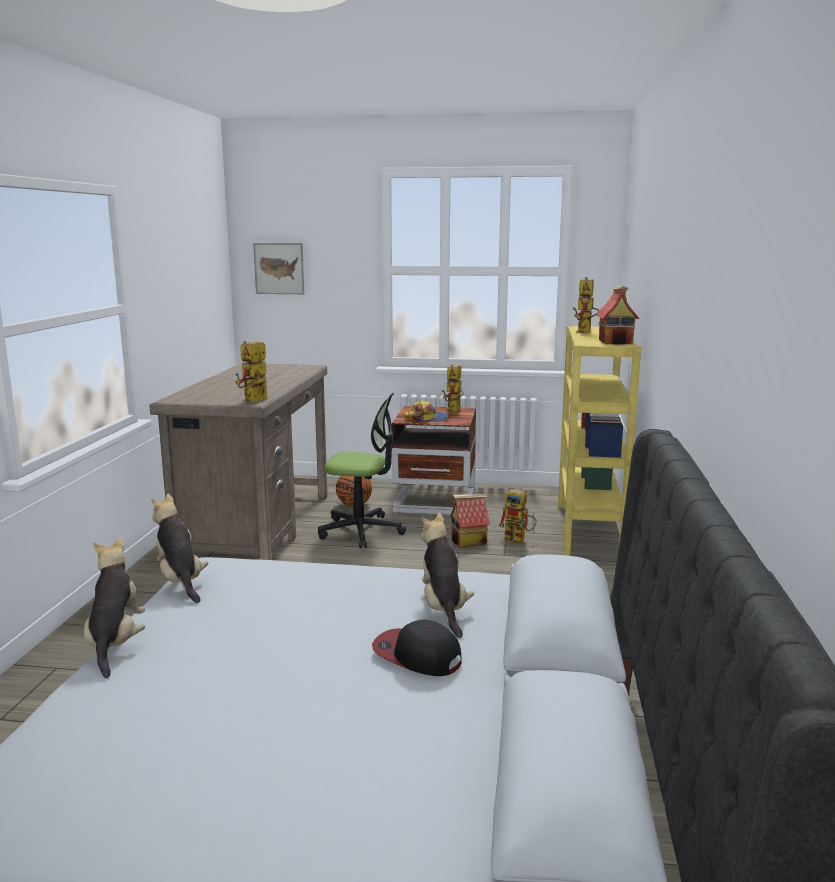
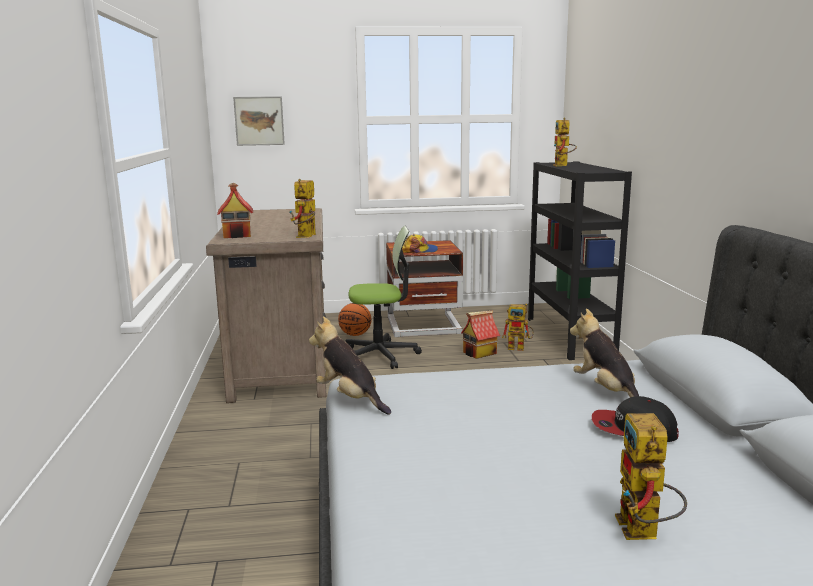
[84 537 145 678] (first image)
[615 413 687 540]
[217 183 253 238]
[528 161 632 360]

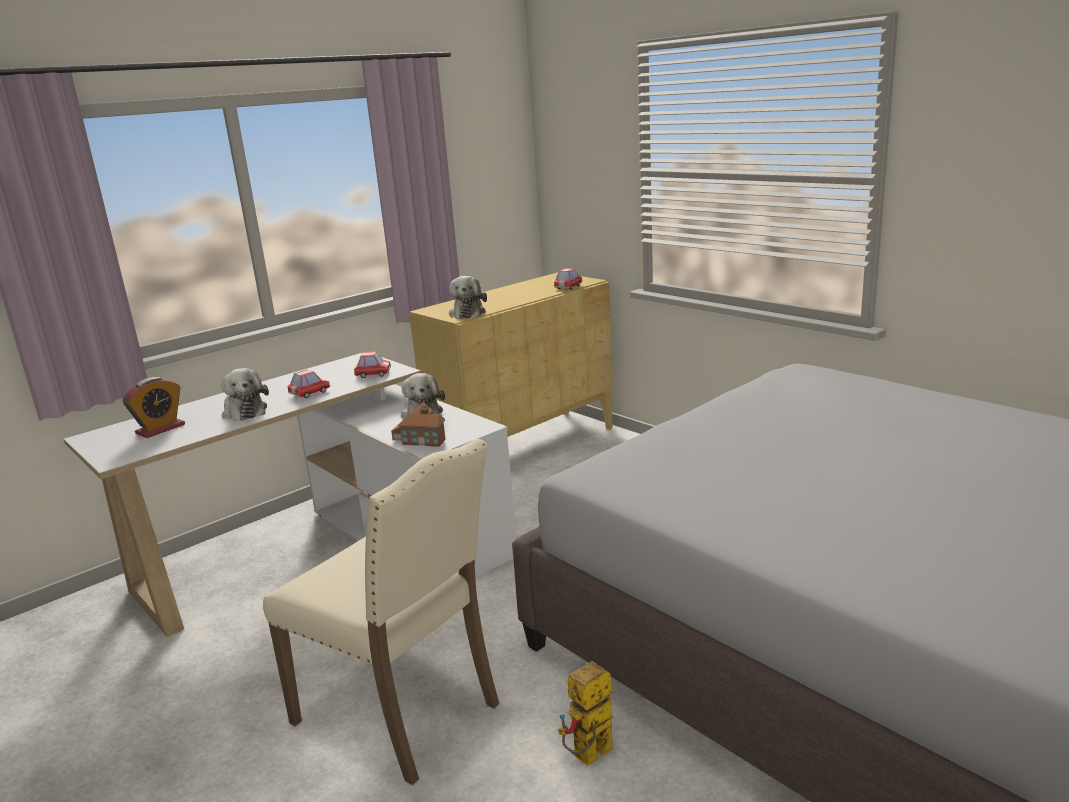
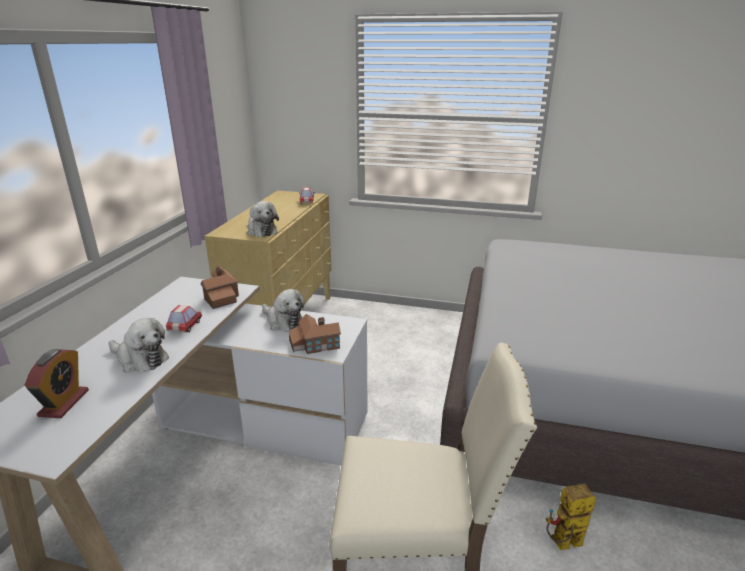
[201 266 239 309]
[546 483 596 550]

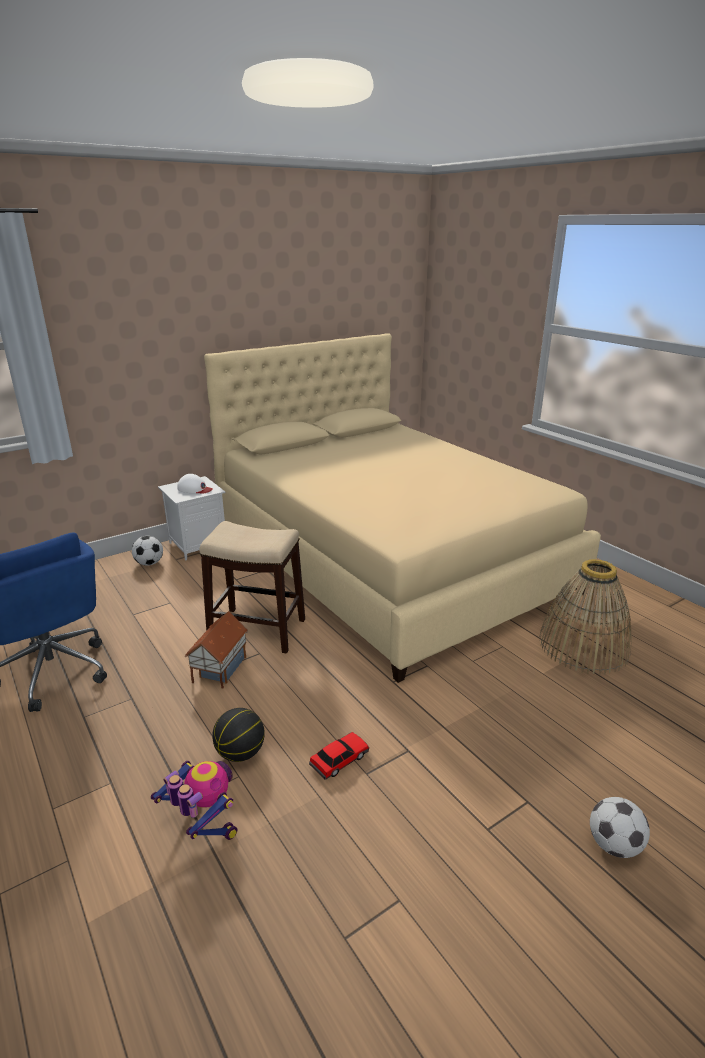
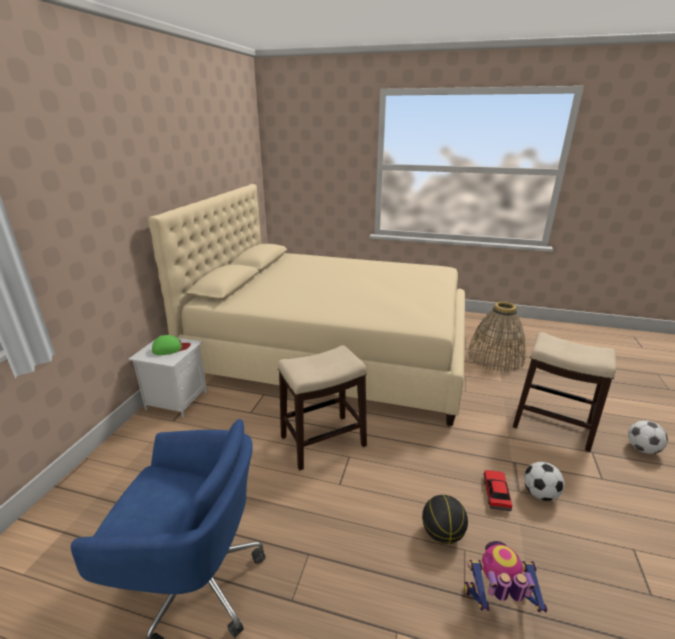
[185 611 248 689] (first image)
[513 332 617 452]
[524 462 565 501]
[152 335 191 355]

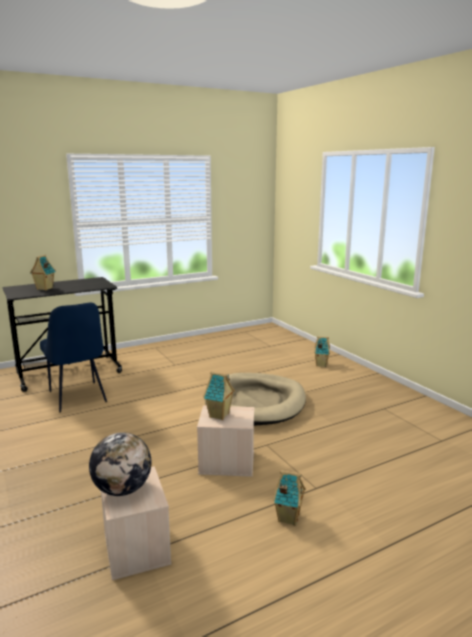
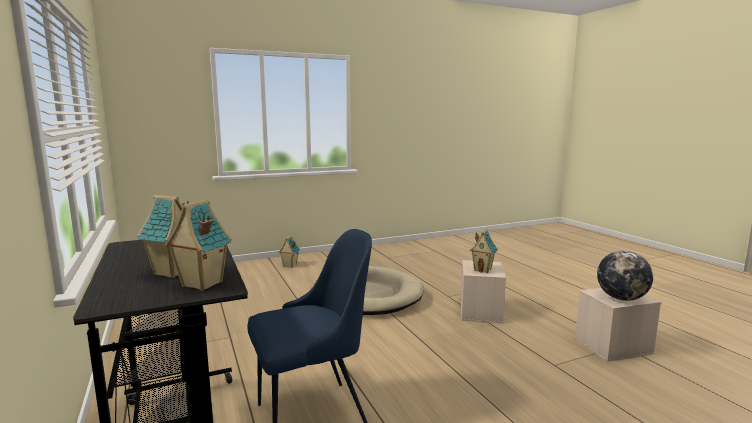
[165 199 232 291]

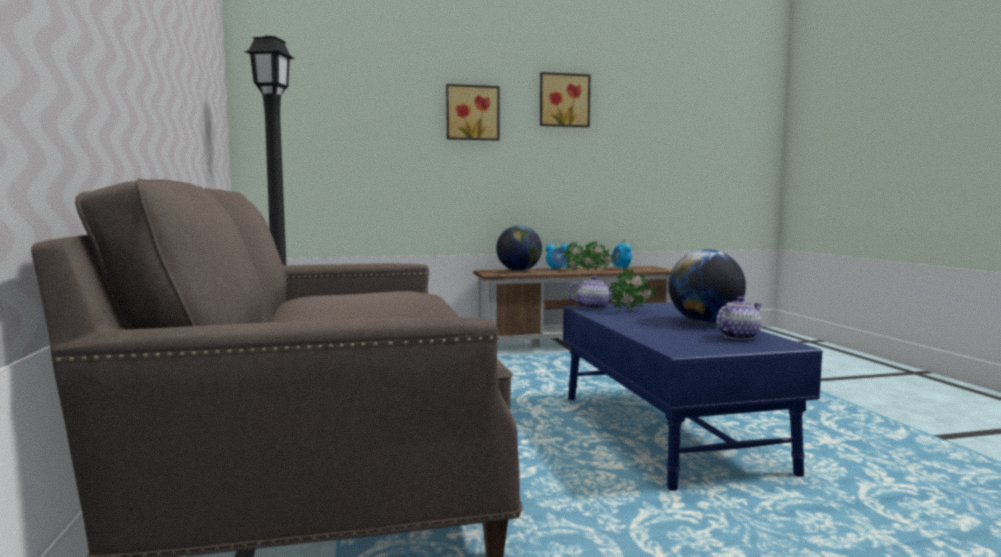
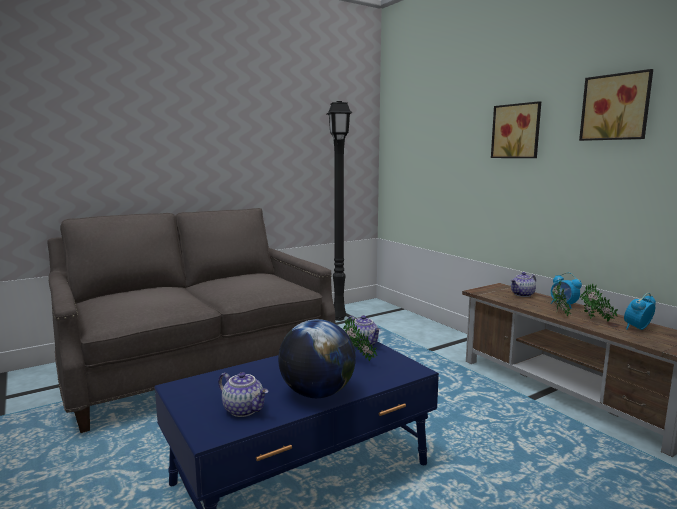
[511 272 536 297]

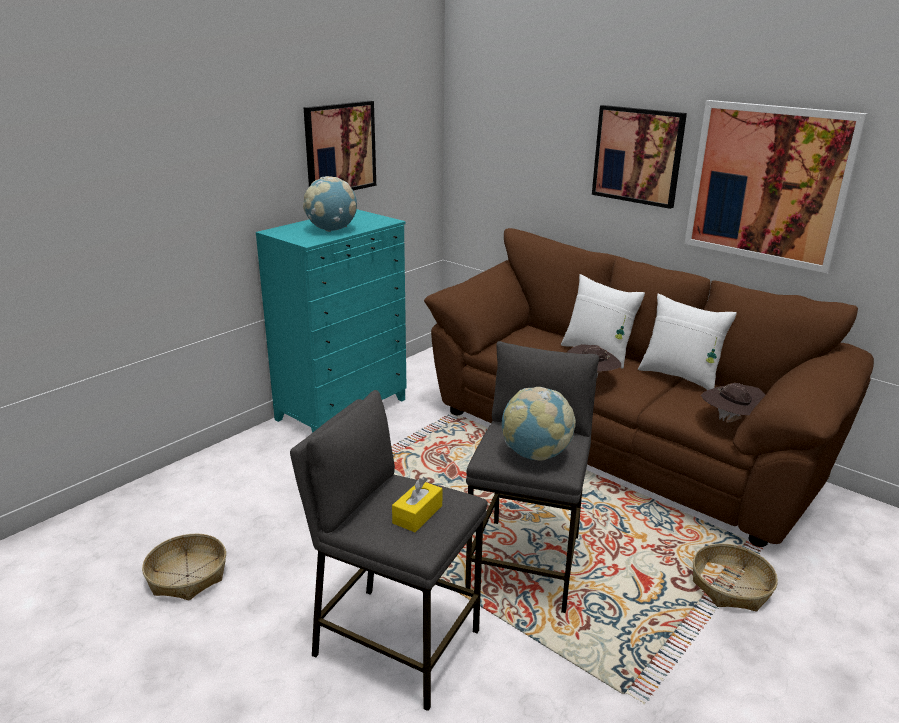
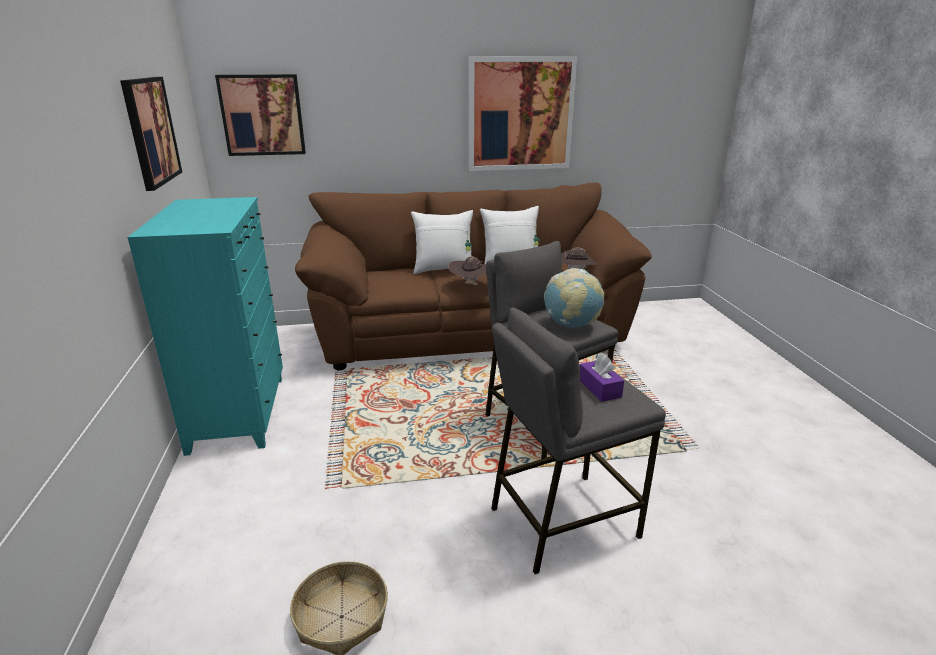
[303 176 357 232] (first image)
[693 544 778 611] (first image)
[215 74 306 156]
[580 354 624 402]

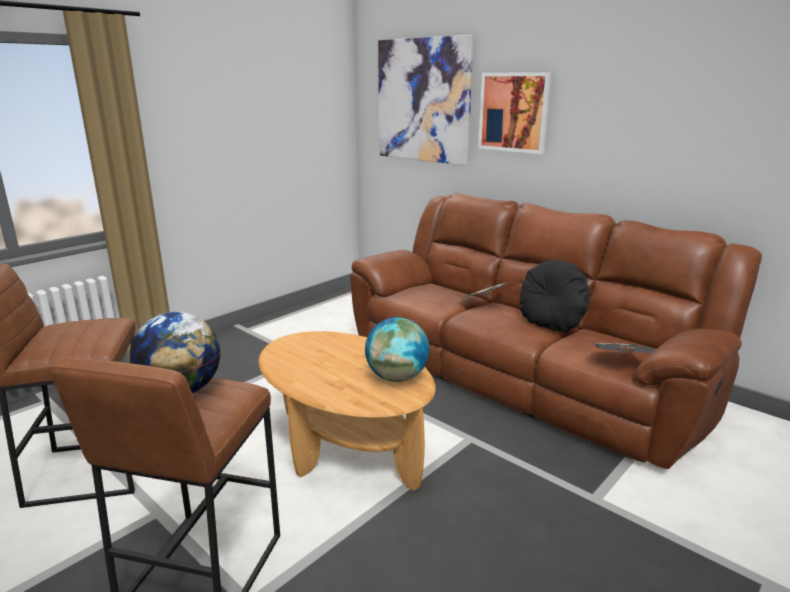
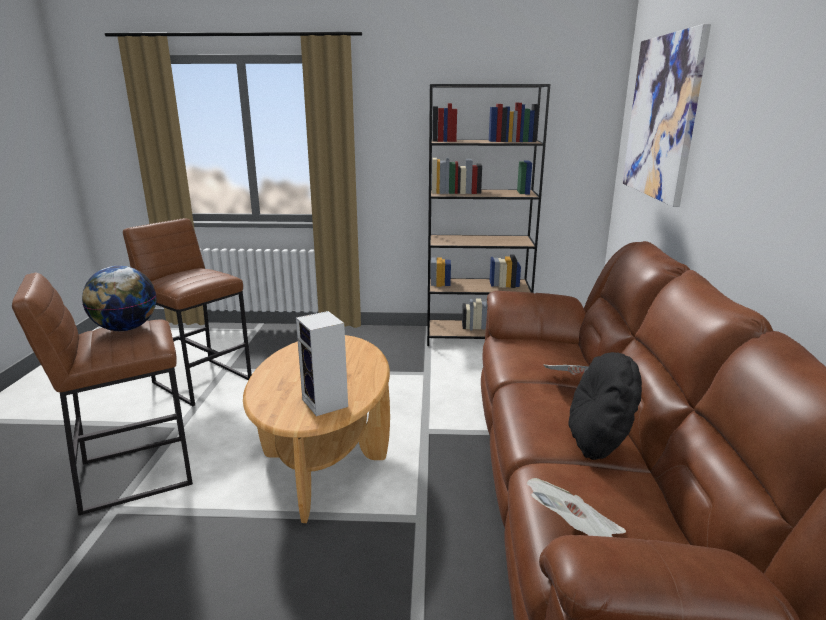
[478 72 552 154] (first image)
[427 84 550 346]
[296 311 348 416]

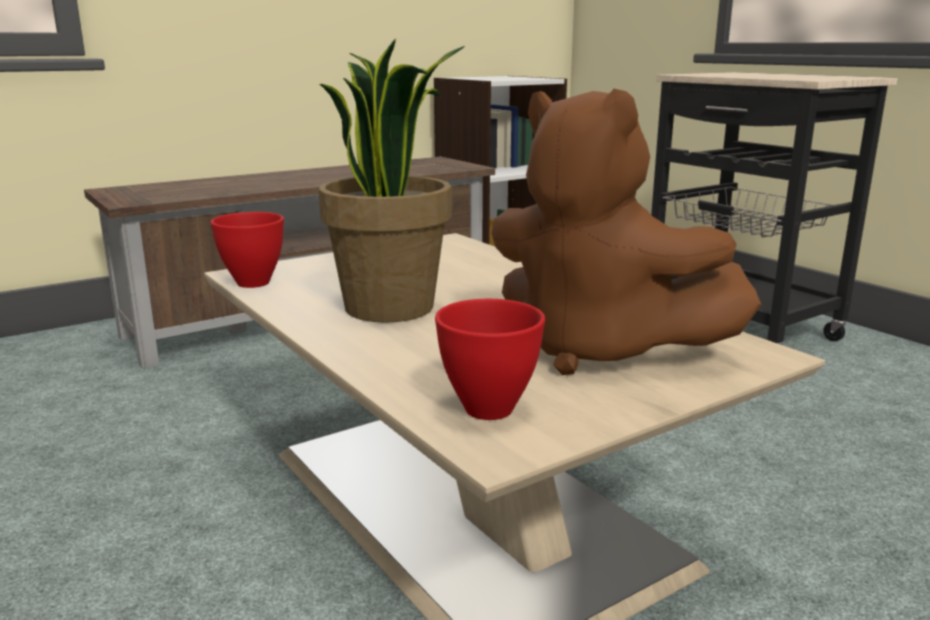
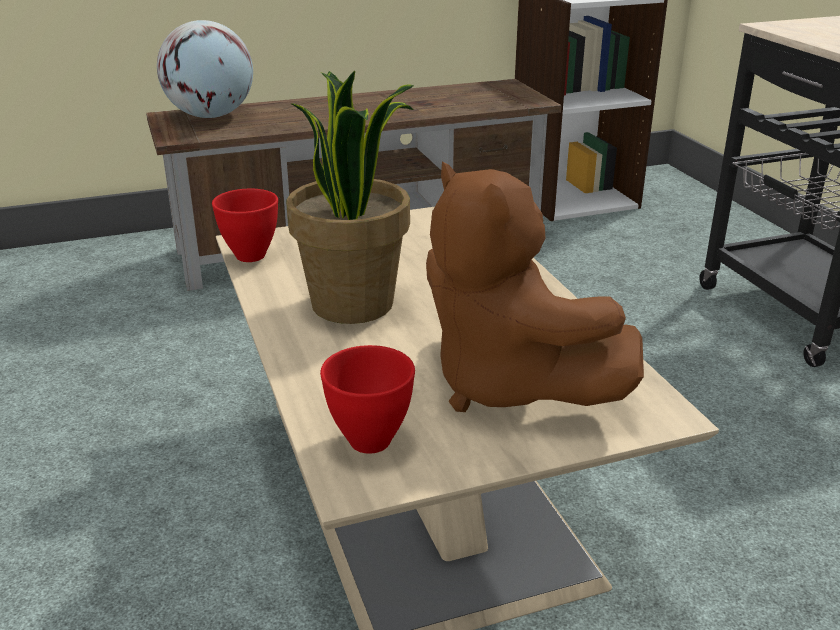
[157 20 253 118]

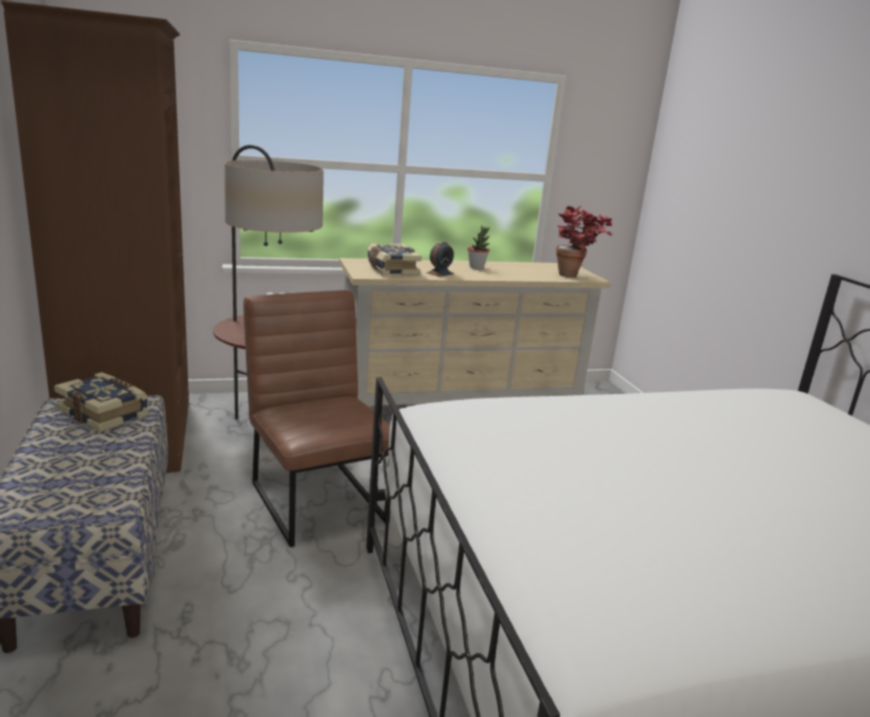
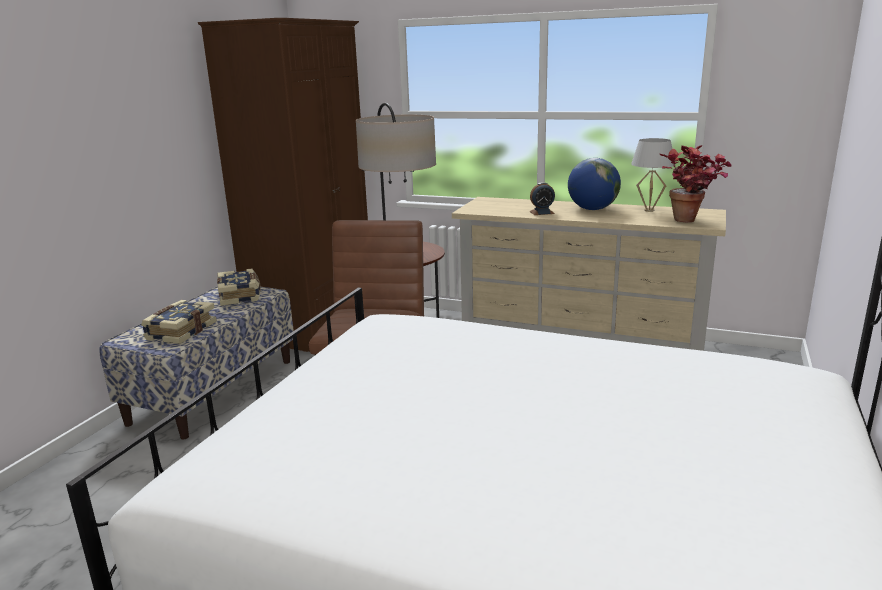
[631 138 674 212]
[141 300 217 344]
[568 158 621 210]

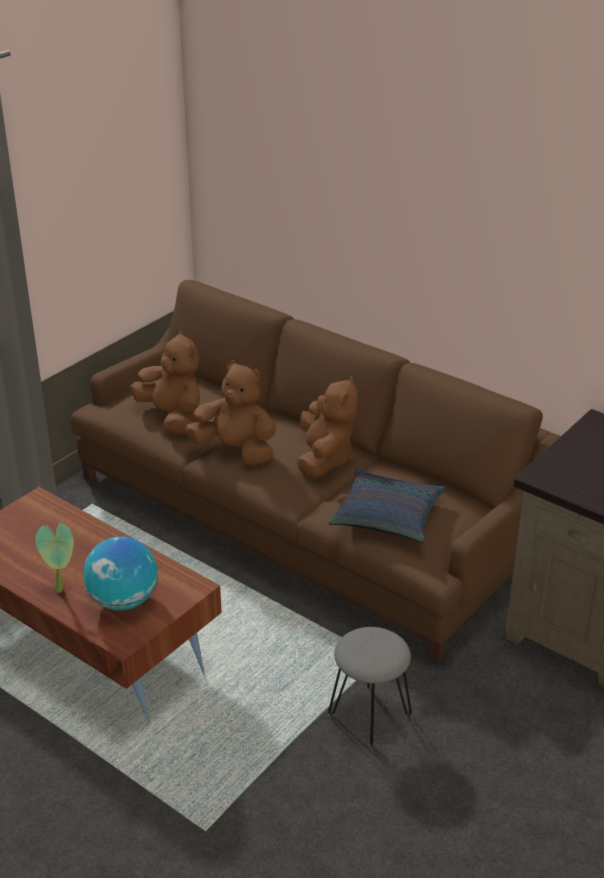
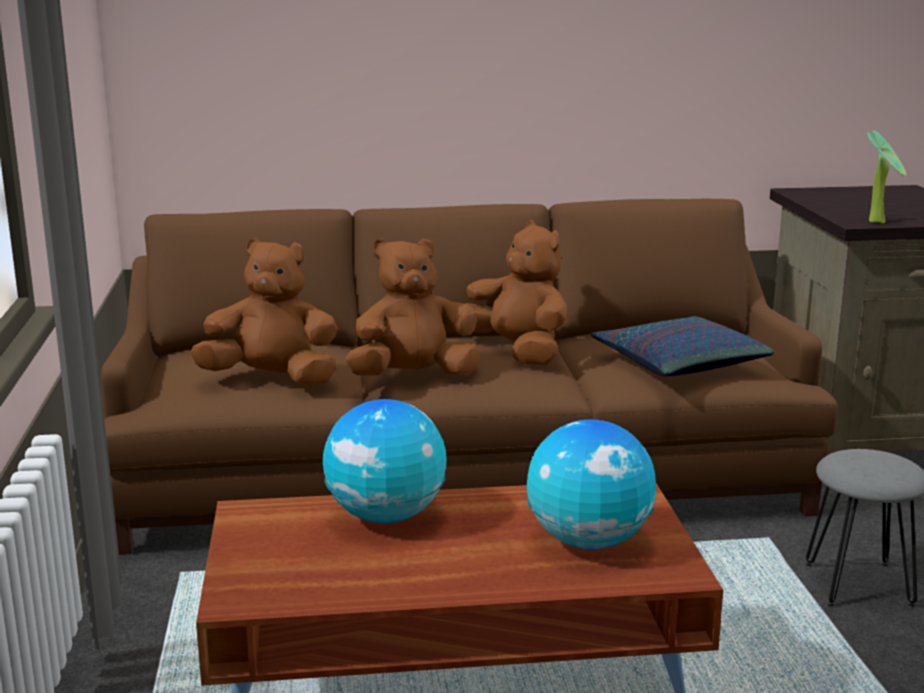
[323 399 447 523]
[867 130 906 224]

